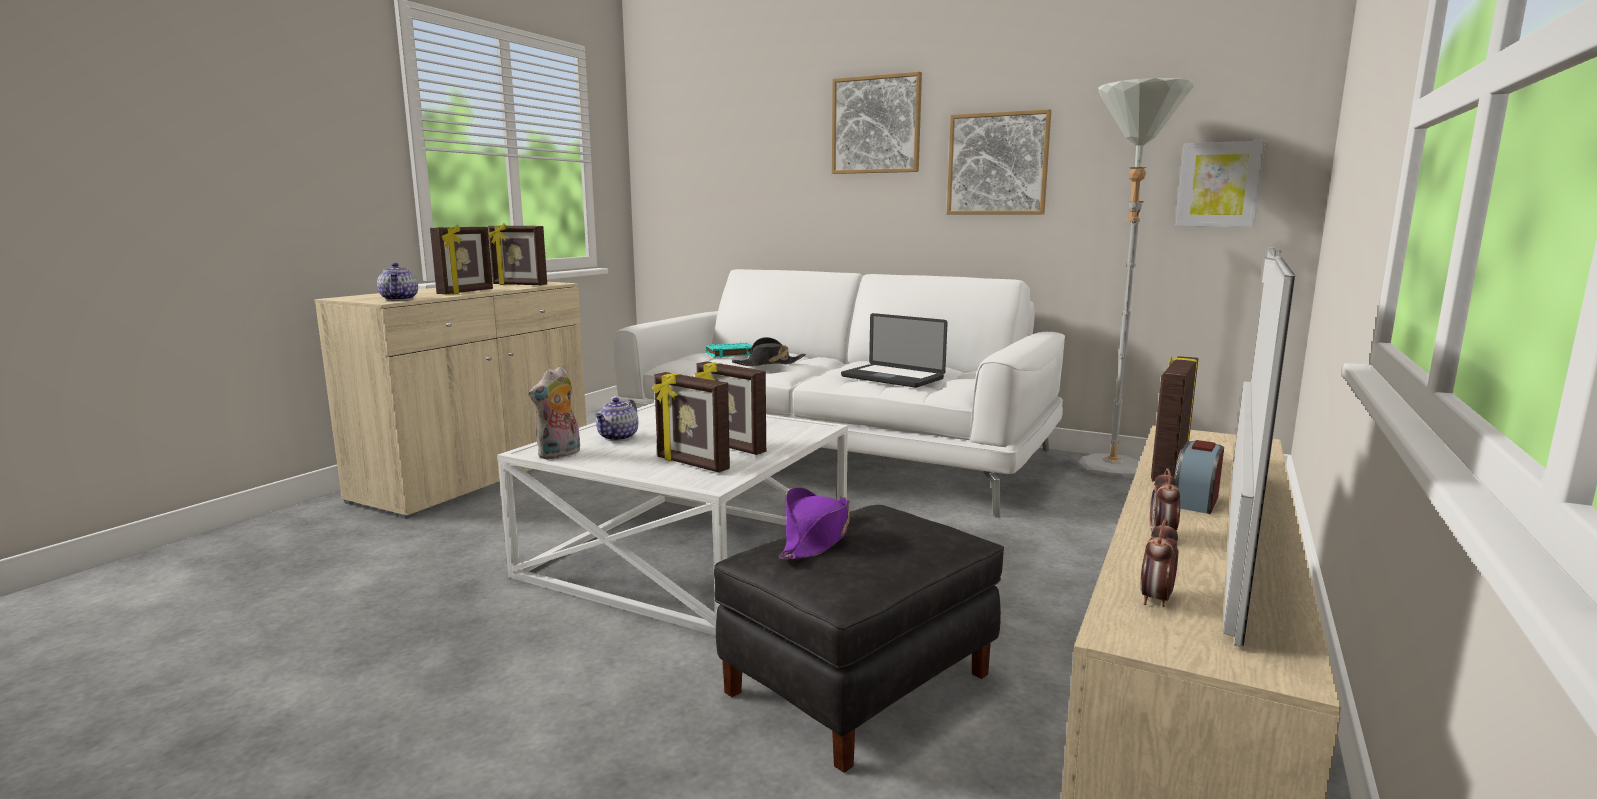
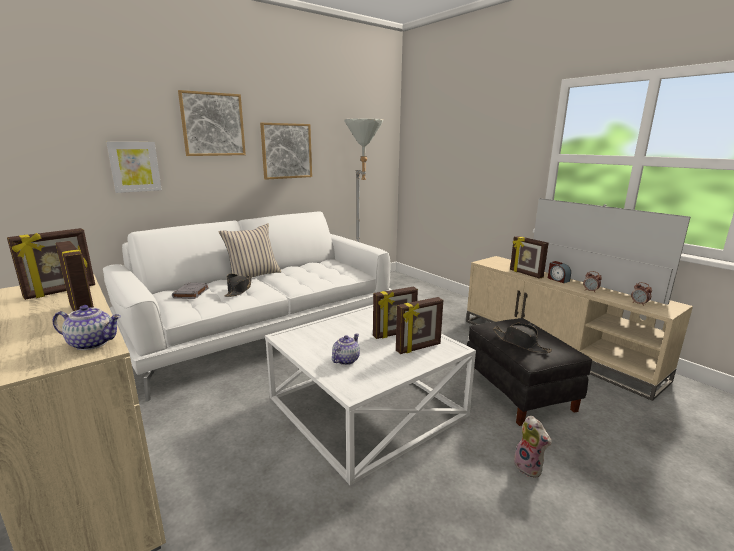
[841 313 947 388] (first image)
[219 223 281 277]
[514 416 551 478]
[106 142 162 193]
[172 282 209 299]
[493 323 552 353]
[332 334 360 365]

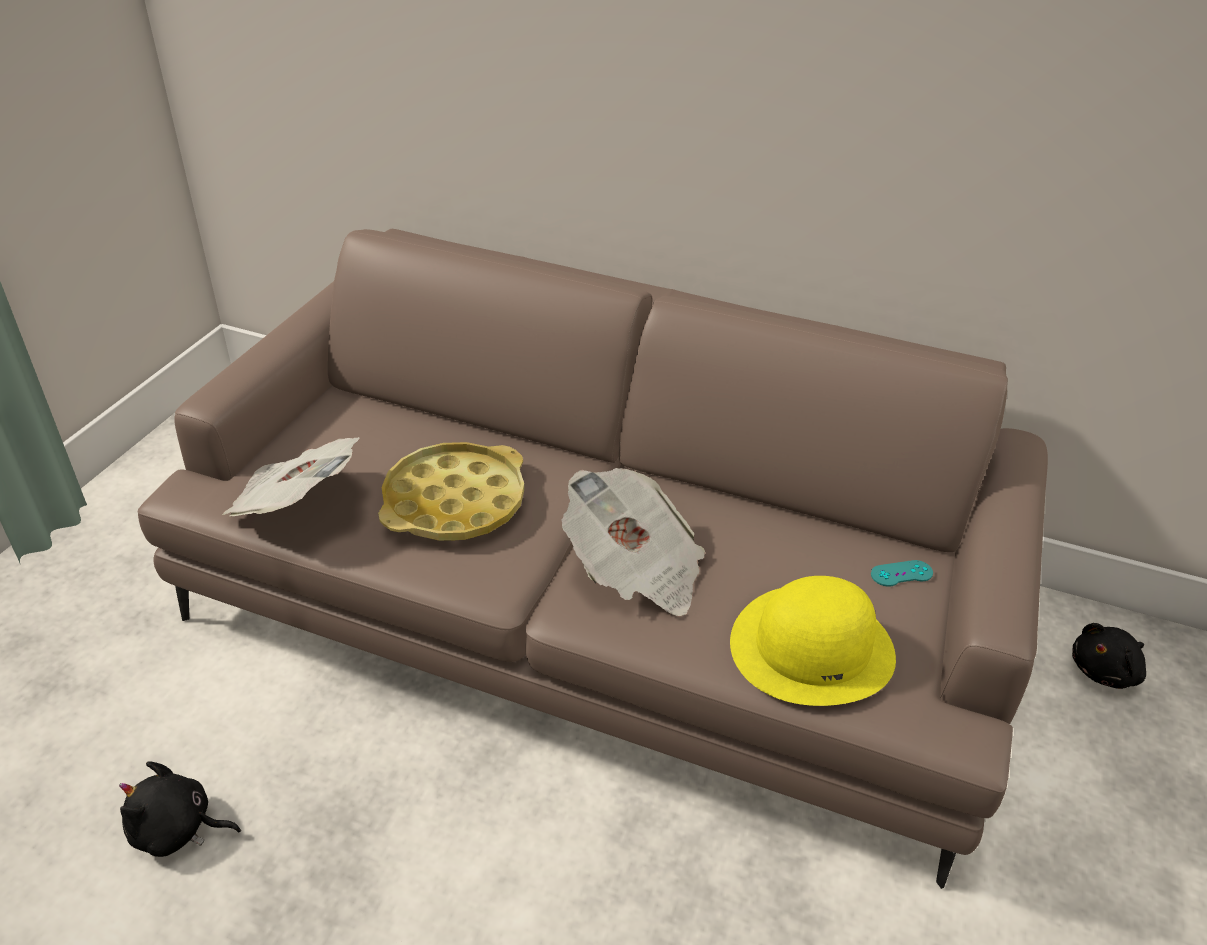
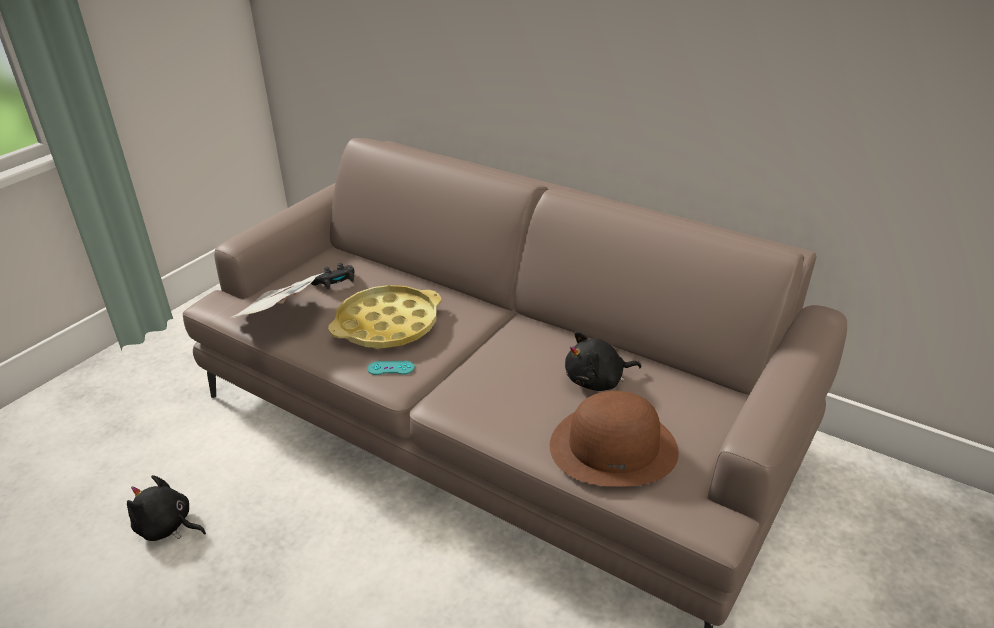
[561 468 705 616] (first image)
[311 263 354 290]
[367 361 415 375]
[565 331 642 391]
[550 391 679 487]

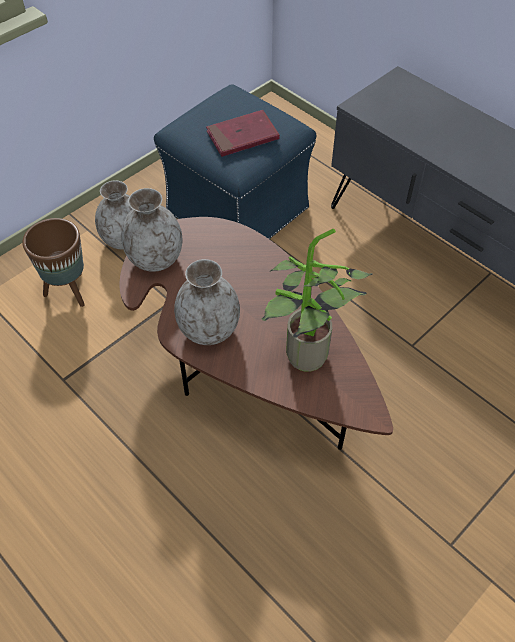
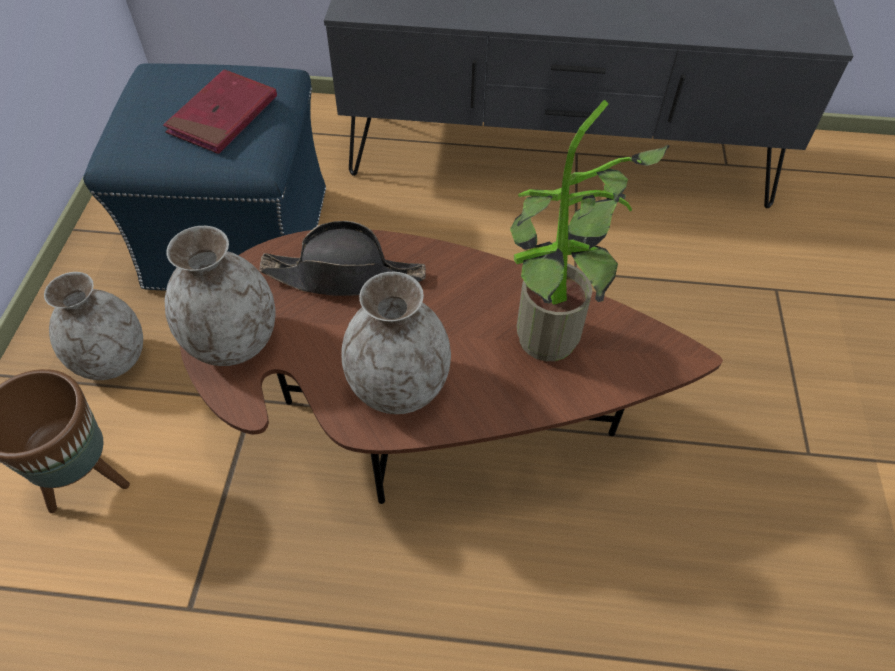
[259 221 426 296]

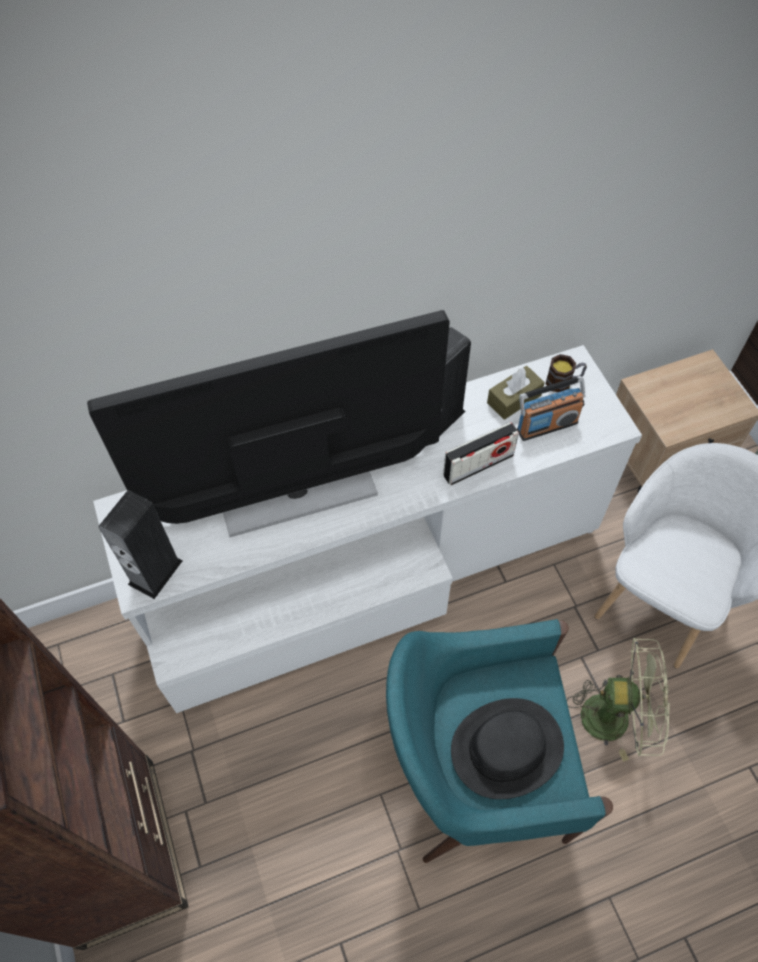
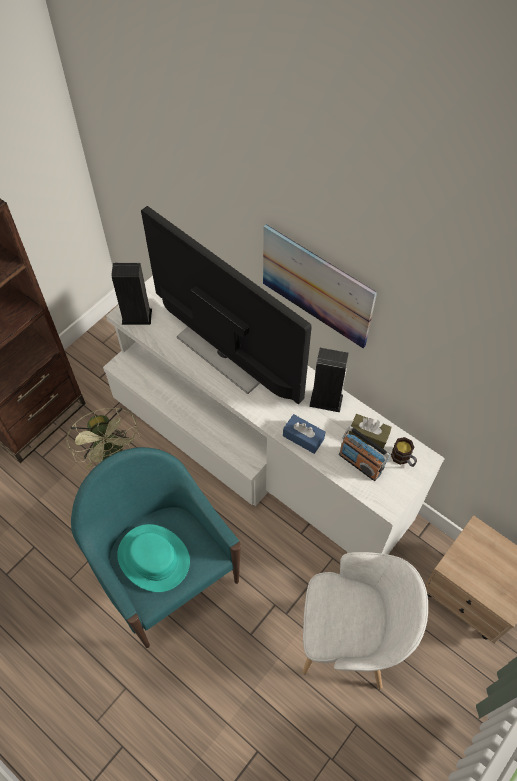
[263 224 377 349]
[66 408 140 469]
[283 414 325 454]
[117 524 190 592]

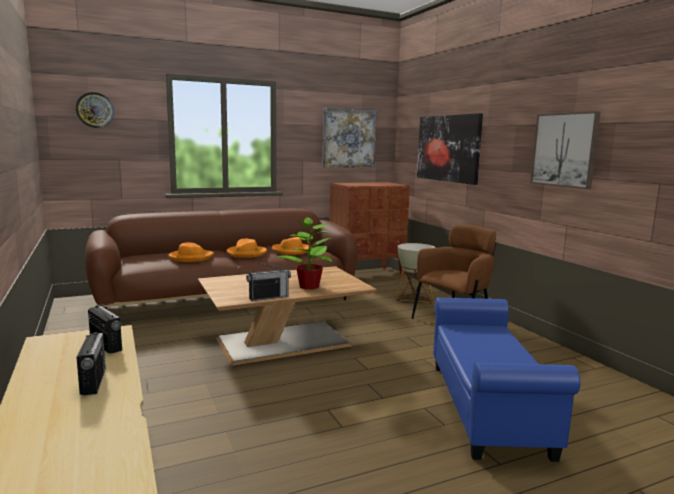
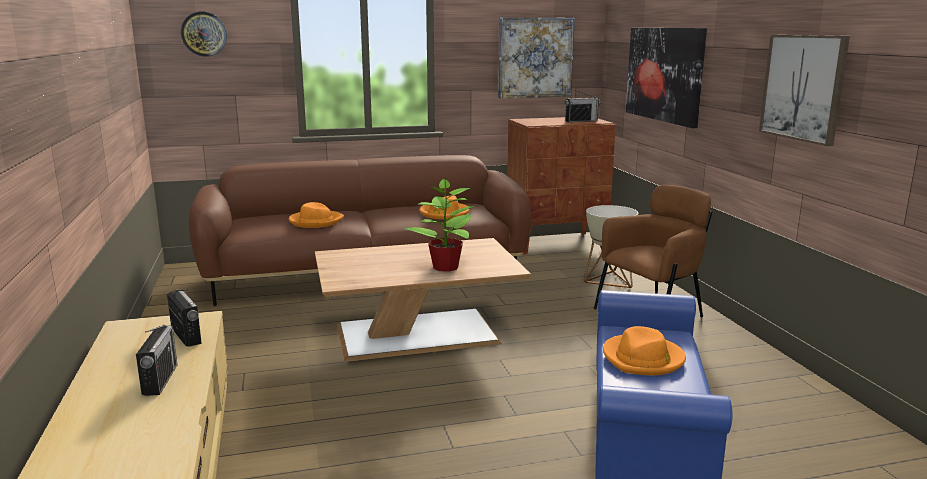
[603 326 686 375]
[565 89 601 122]

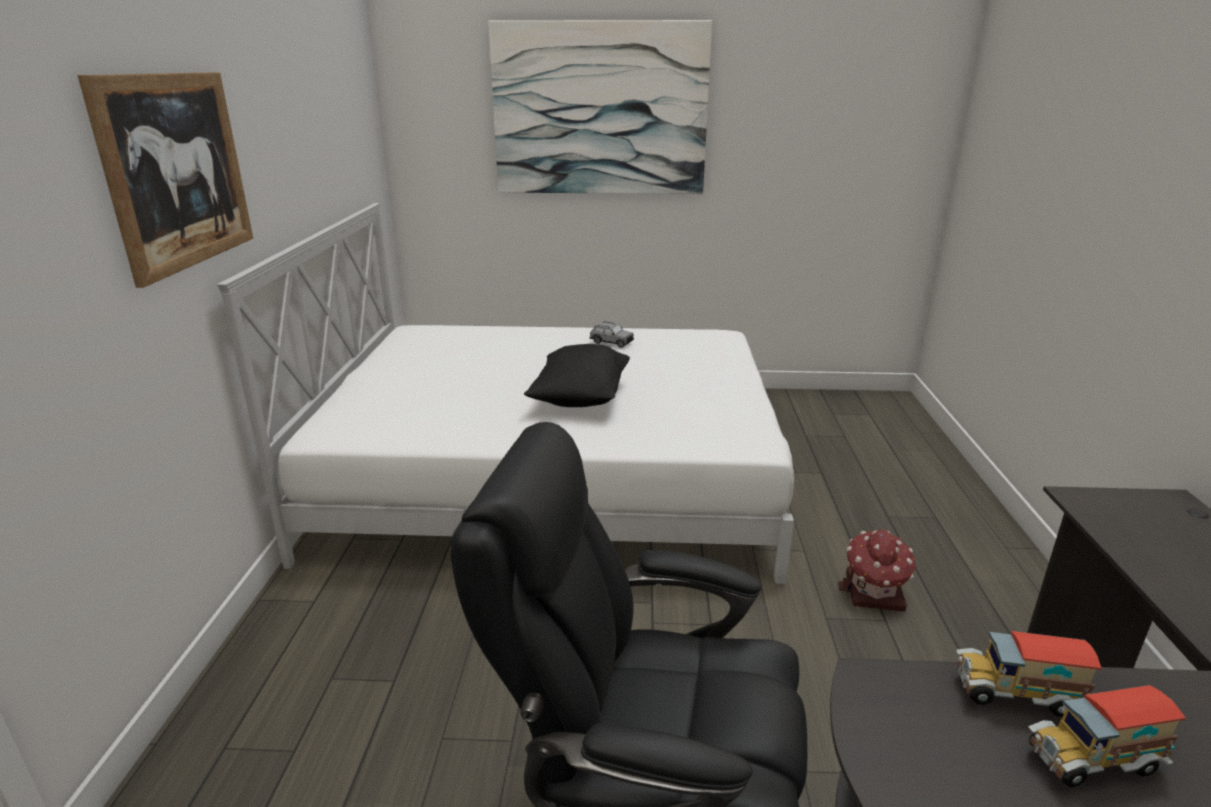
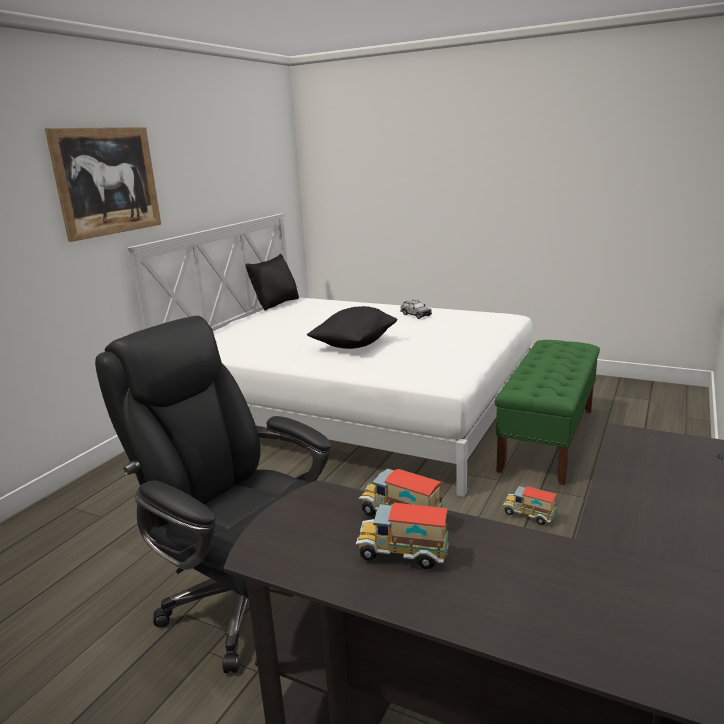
[488 20 712 194] (first image)
[245 254 299 311]
[495 340 600 485]
[503 486 557 525]

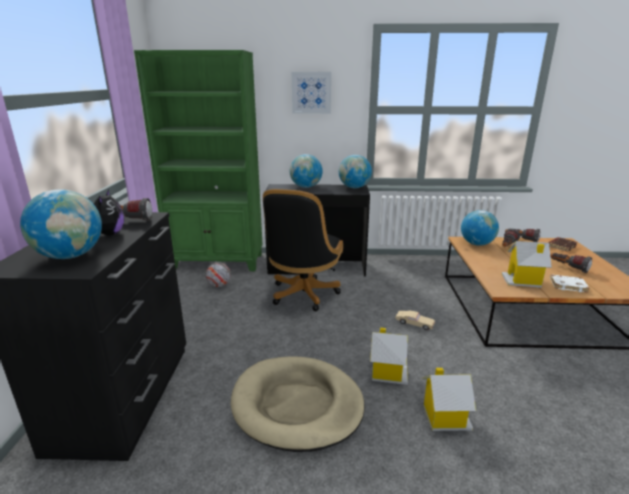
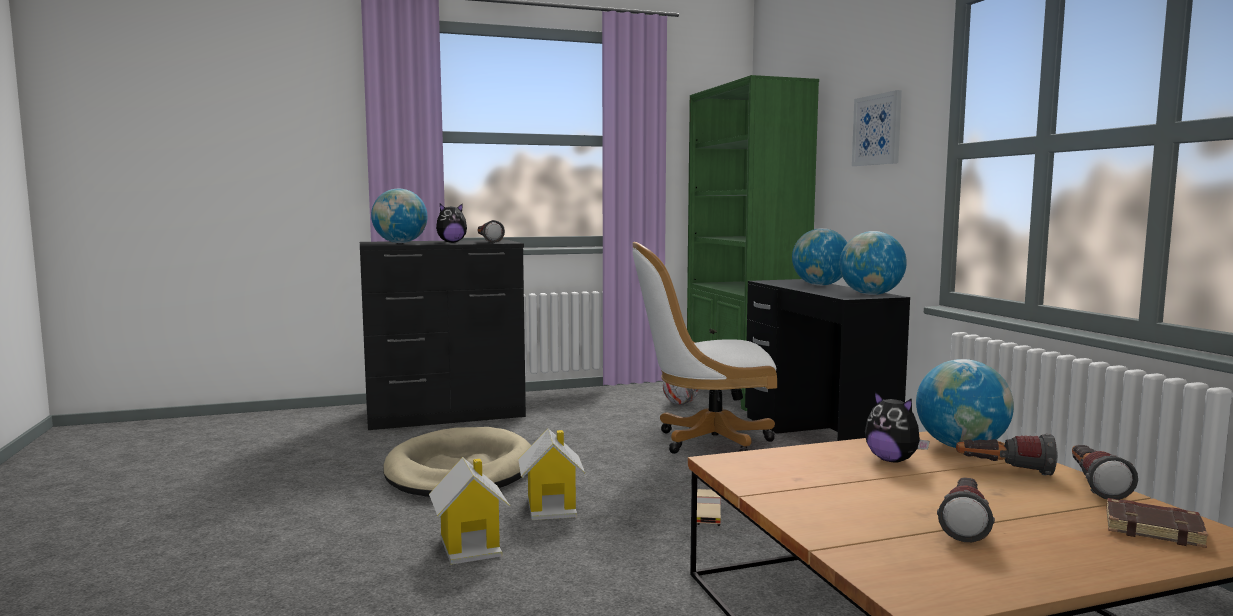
[502 241 552 288] (first image)
[550 274 590 292] (first image)
[865 391 930 462]
[632 242 777 454]

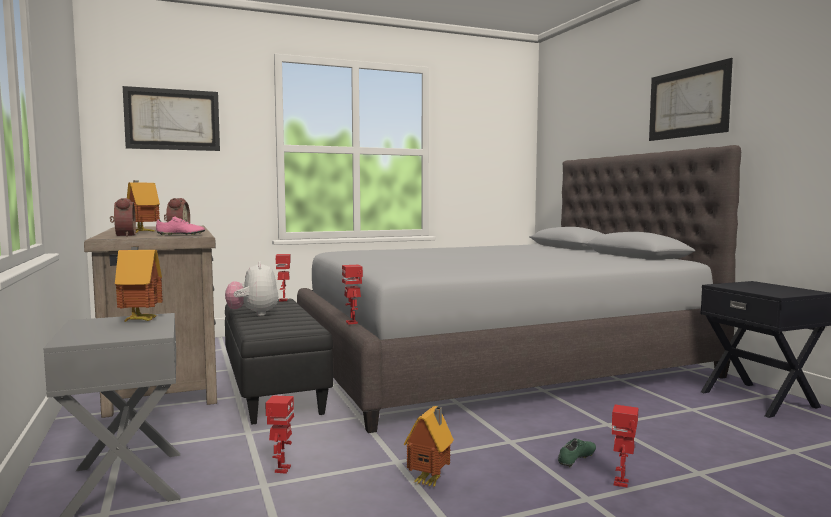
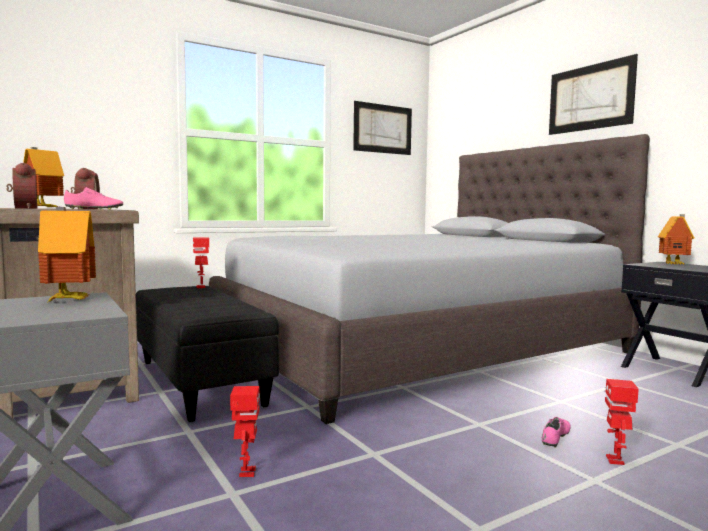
[225 261 278 316] (first image)
[342 265 363 325] (first image)
[353 101 412 155]
[658 214 694 265]
[542 417 571 448]

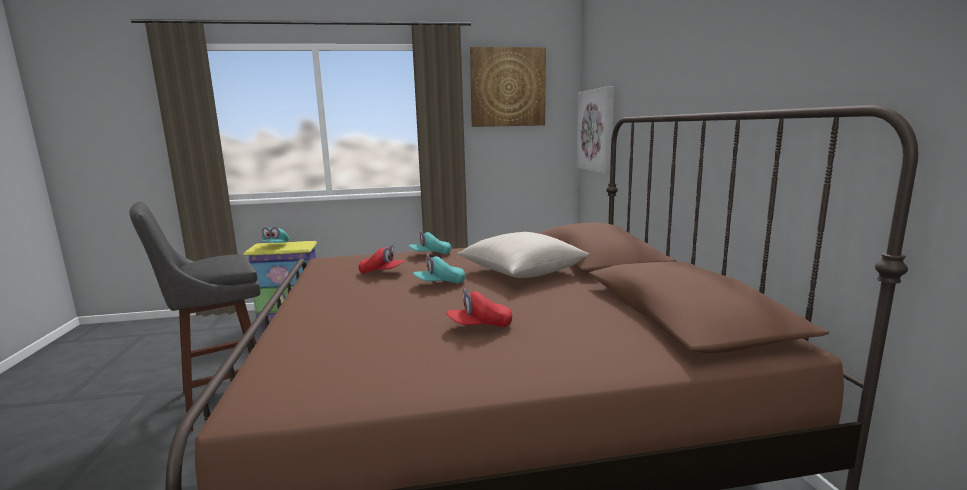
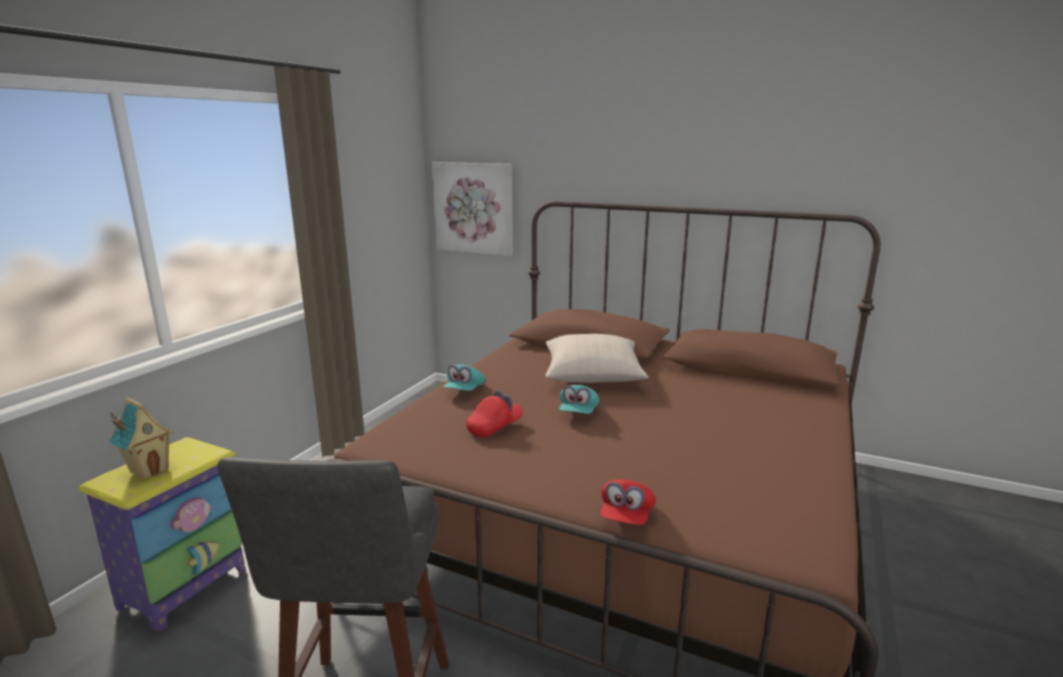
[470 47 546 127] (first image)
[600 479 656 525]
[109 398 174 480]

